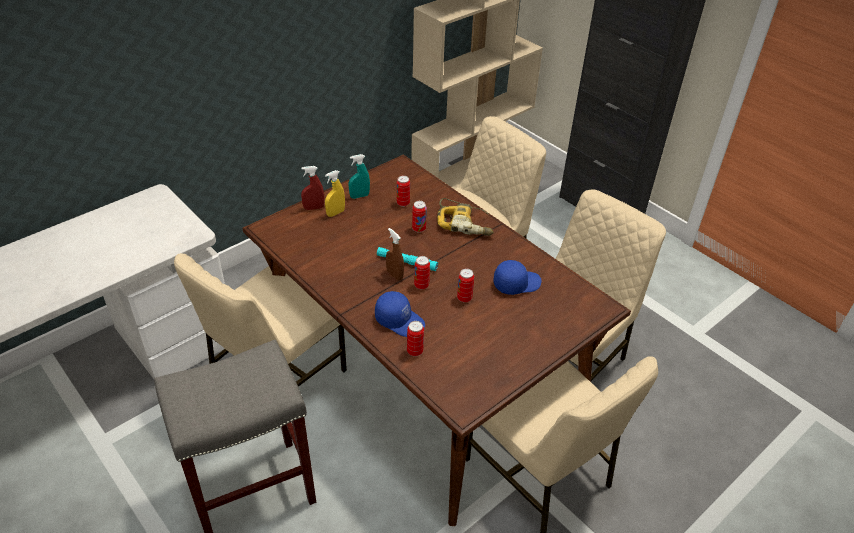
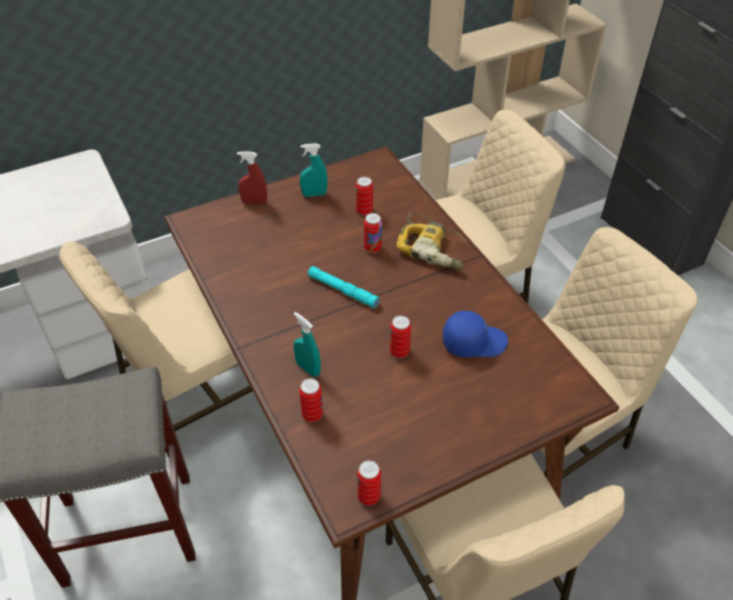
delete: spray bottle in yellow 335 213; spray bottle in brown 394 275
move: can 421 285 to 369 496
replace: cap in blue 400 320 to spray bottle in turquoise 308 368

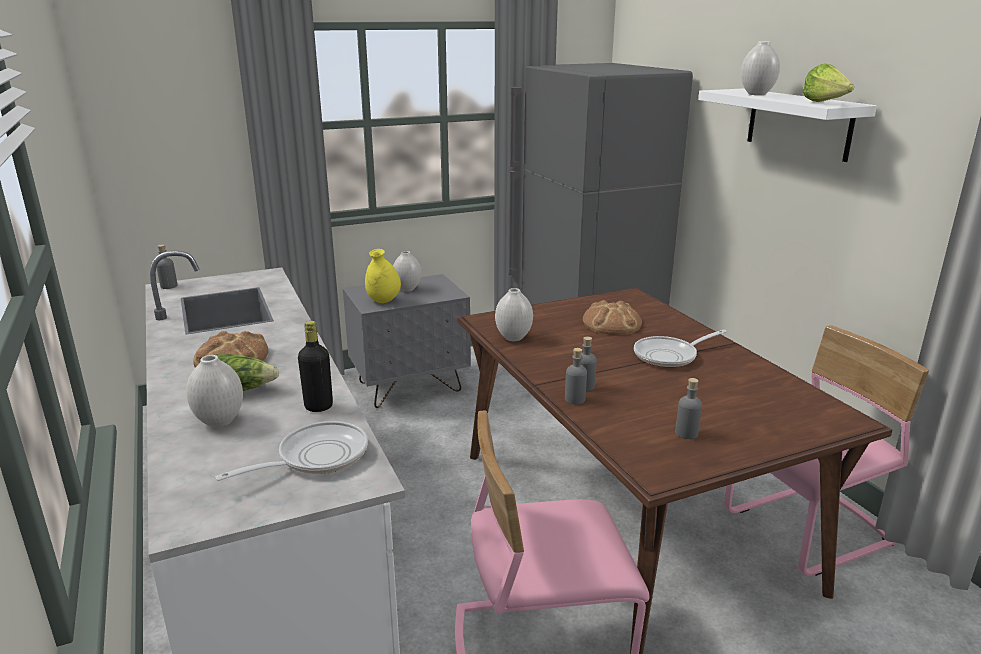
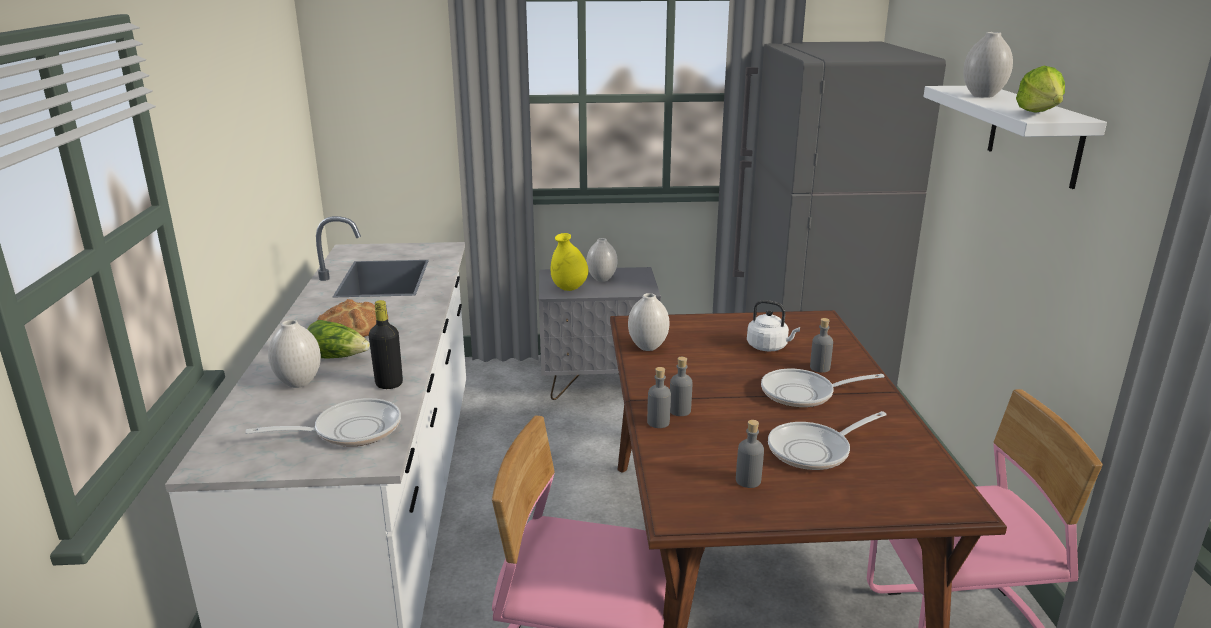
insert: frying pan 814 450
move: bottle in grey 169 286 to 819 368
replace: bread 612 323 to kettle in white 769 347

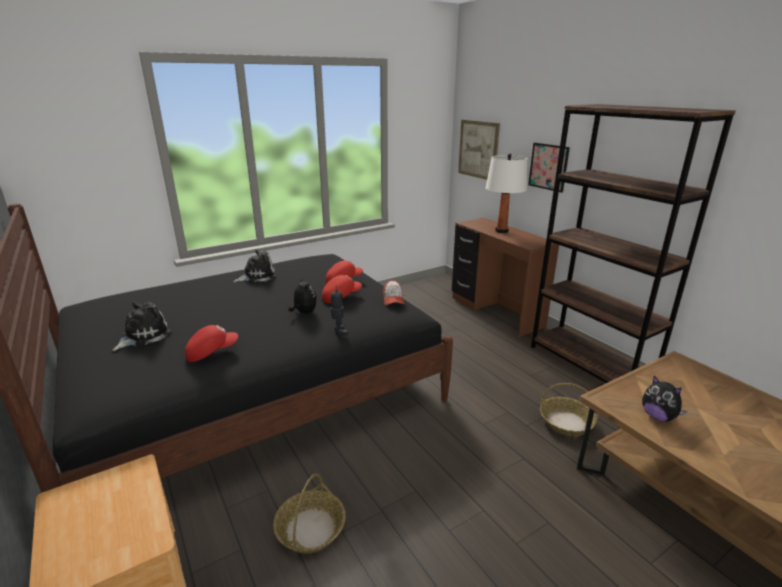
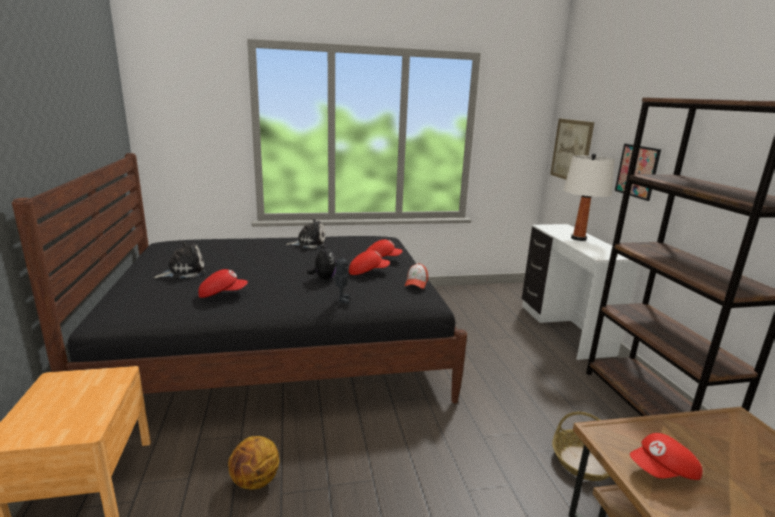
replace: basket 310 529 to basketball 255 481; plush toy 658 416 to cap in red 663 472
recolor: desk in brown 495 312 to desk in white 563 329

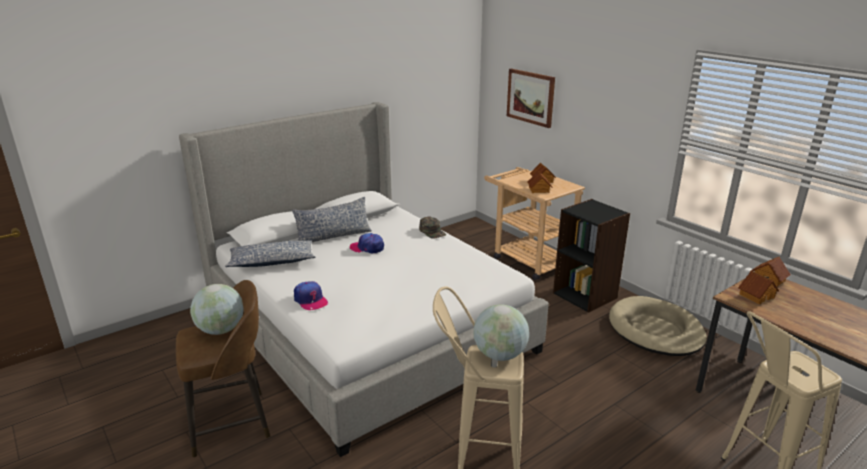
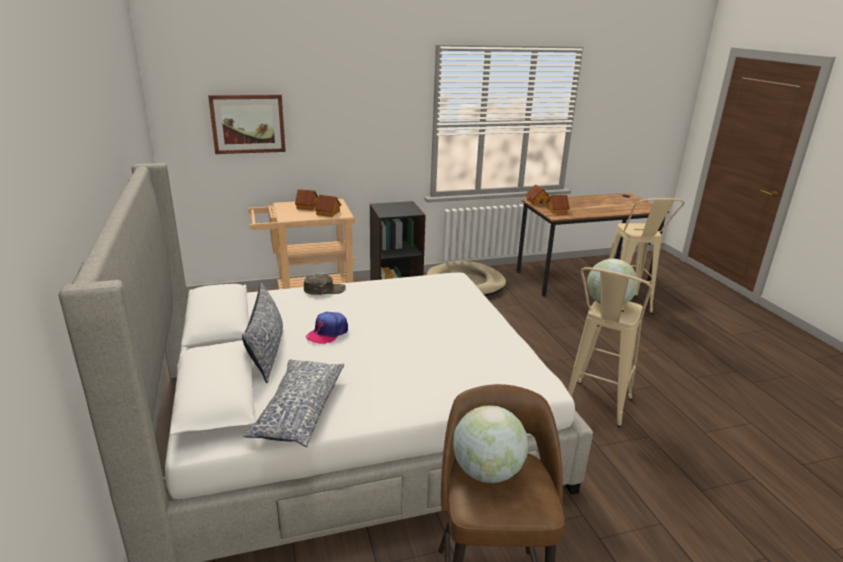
delete: cap 310 300

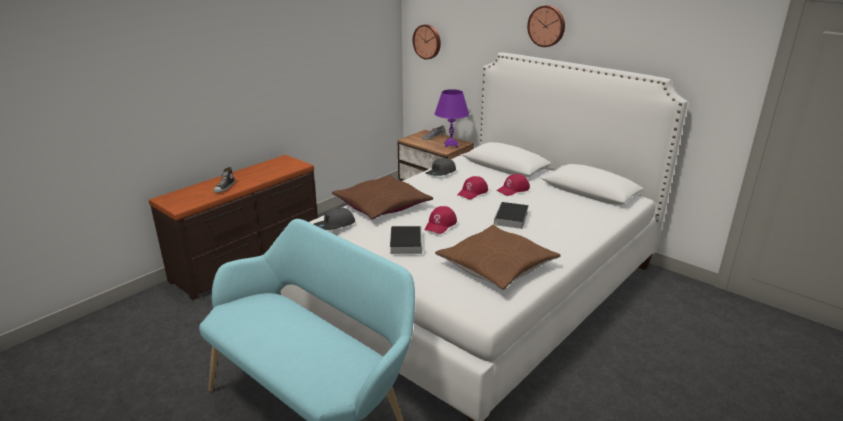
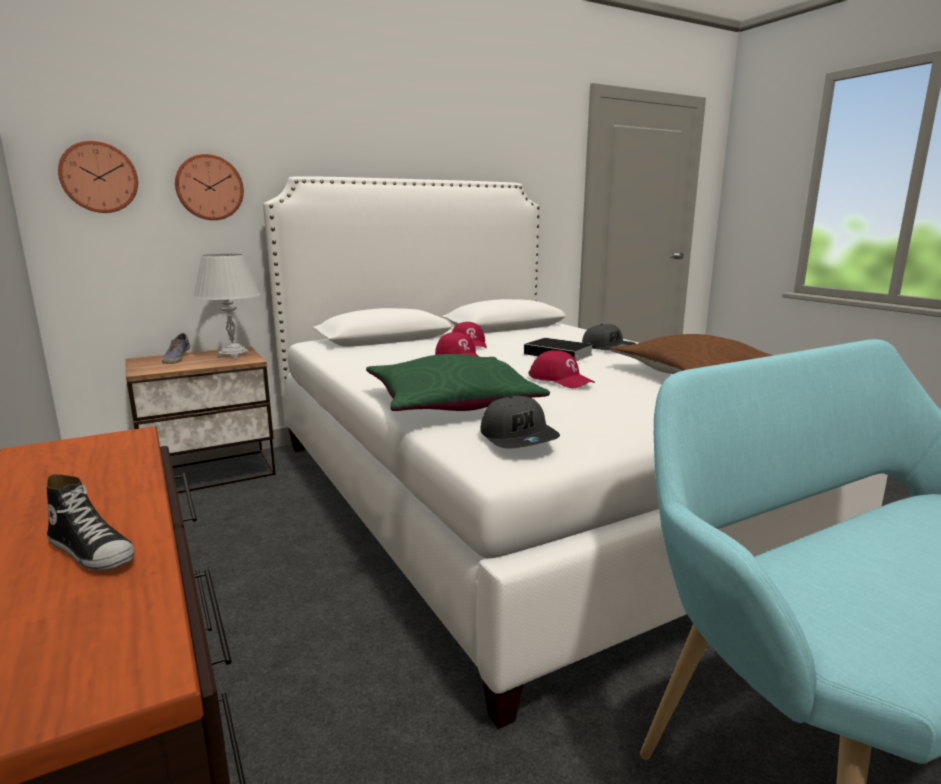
delete: book 405 242
move: cap in grey 441 173 to 608 347; wall clock 547 26 to 209 187
recolor: pillow in brown 382 205 to pillow in green 451 402; table lamp in purple 451 145 to table lamp in white 233 355

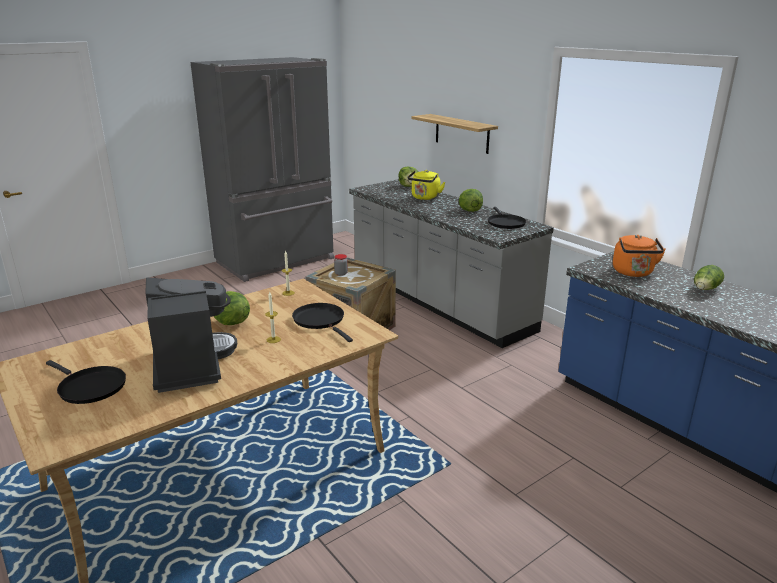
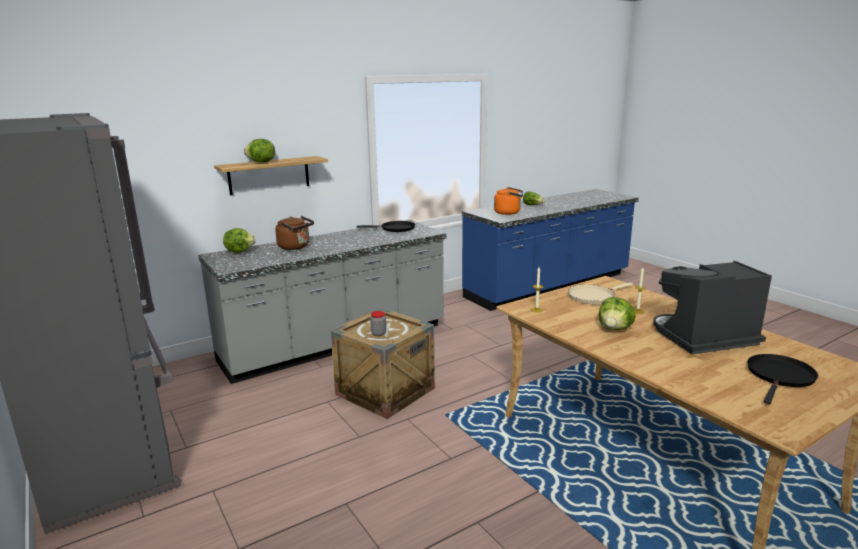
move: lettuce 469 210 to 261 162
recolor: frying pan in black 320 321 to frying pan in beige 593 297; kettle in yellow 425 198 to kettle in brown 295 247

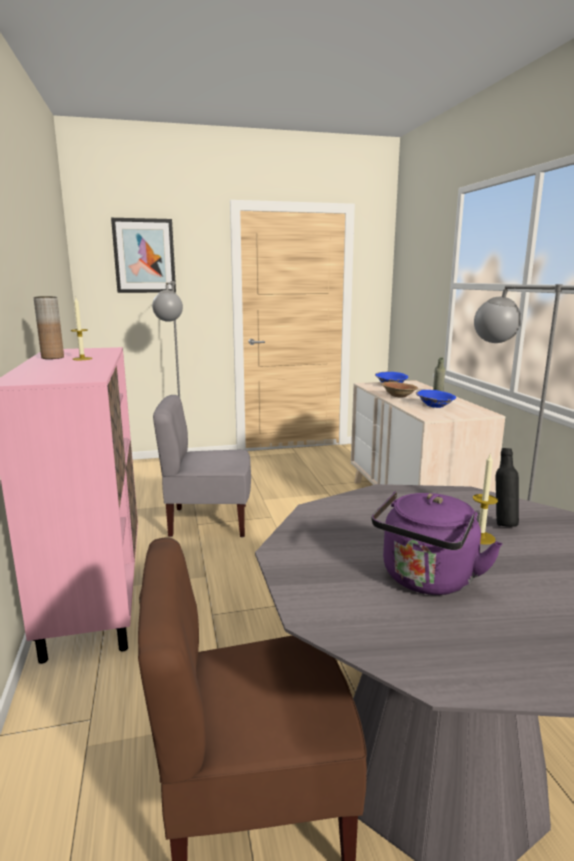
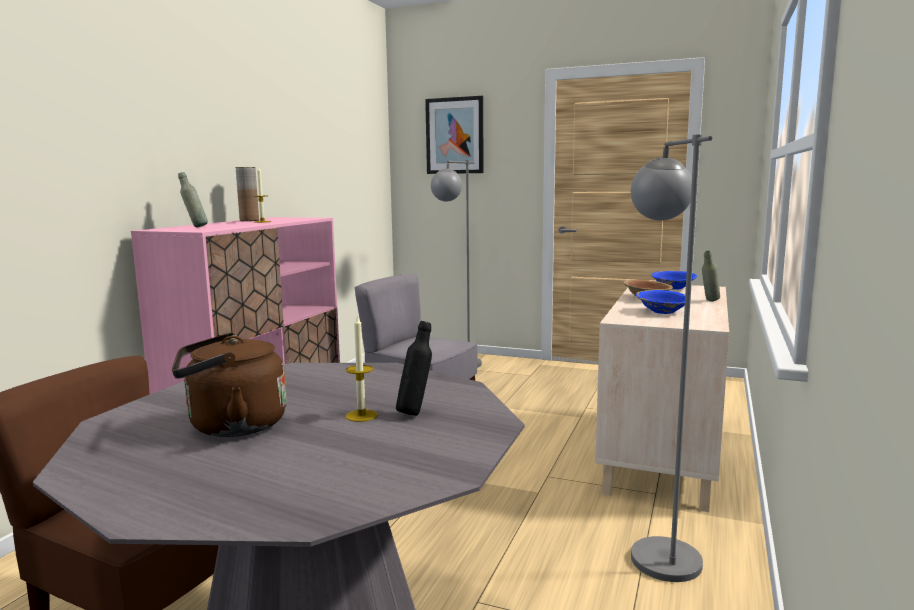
insert: bottle in grey 195 227
recolor: kettle in purple 426 580 to kettle in brown 231 426

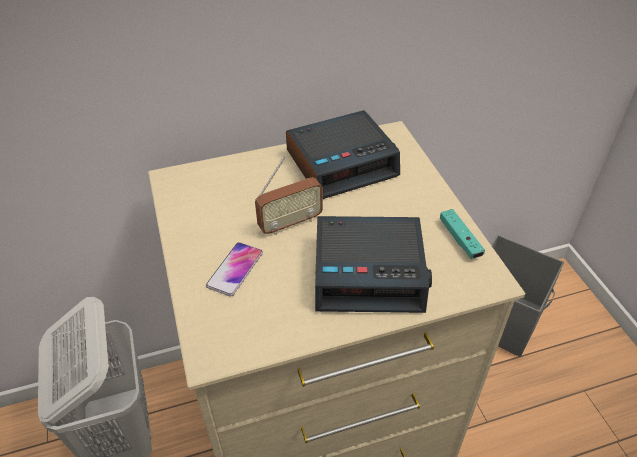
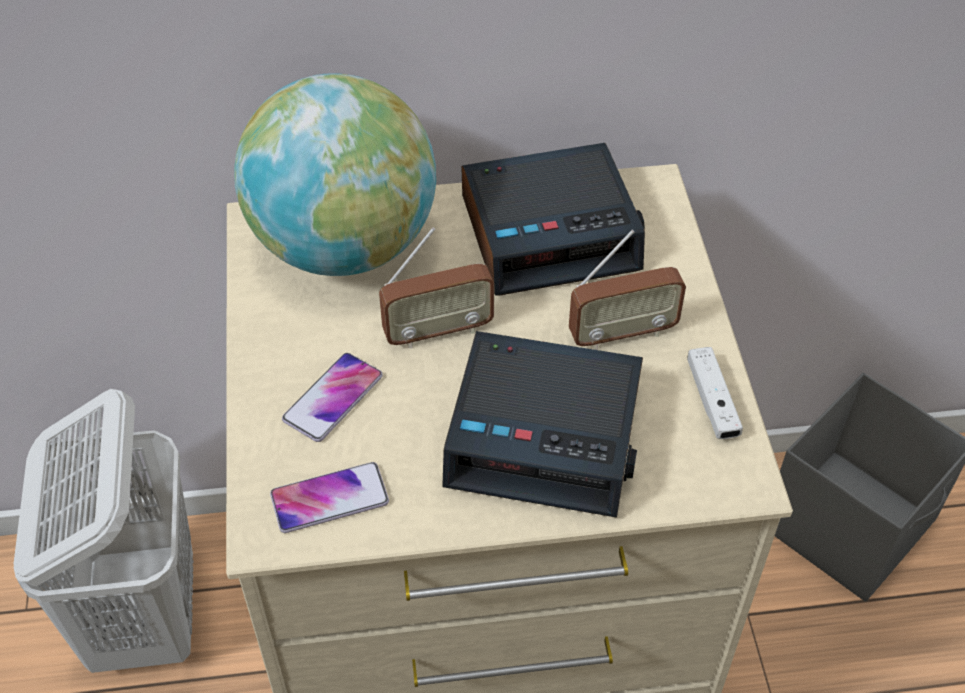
insert: globe 343 245; phone 329 498; radio 622 333
recolor: game controller in turquoise 460 239 to game controller in white 712 401

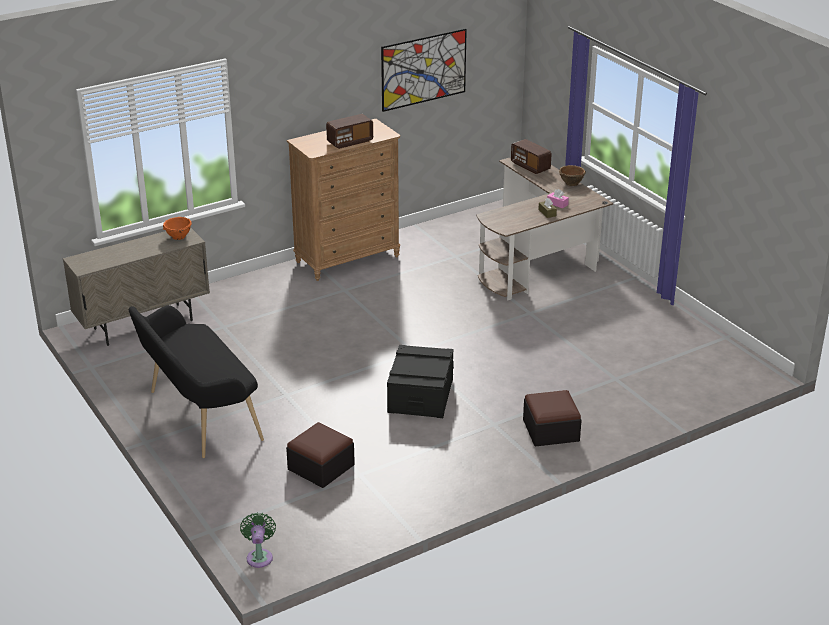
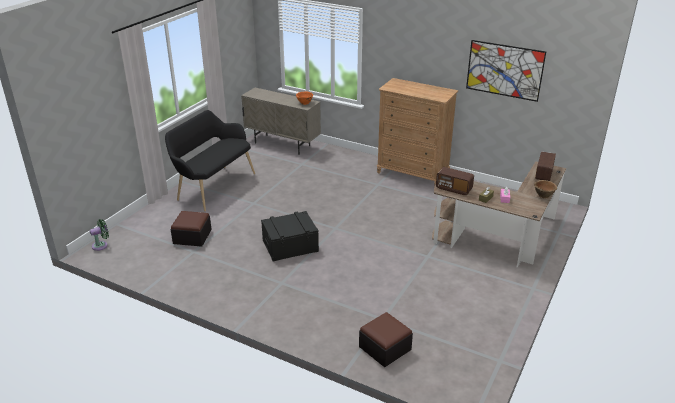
move: radio 350 142 to 453 189; ottoman 551 430 to 385 348

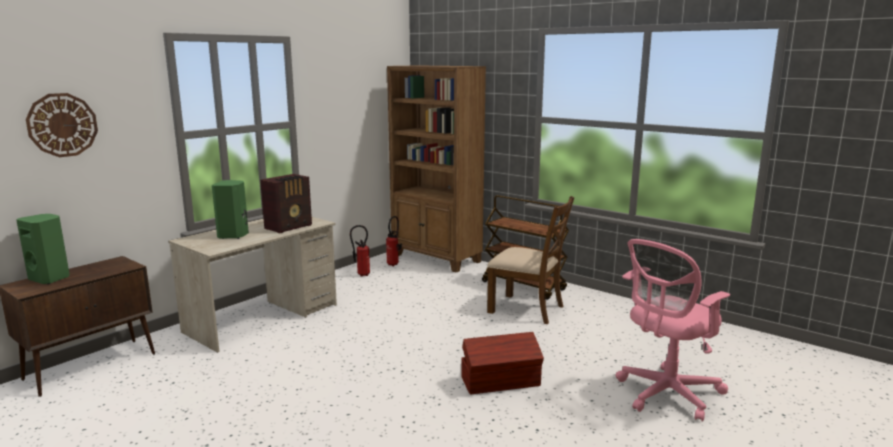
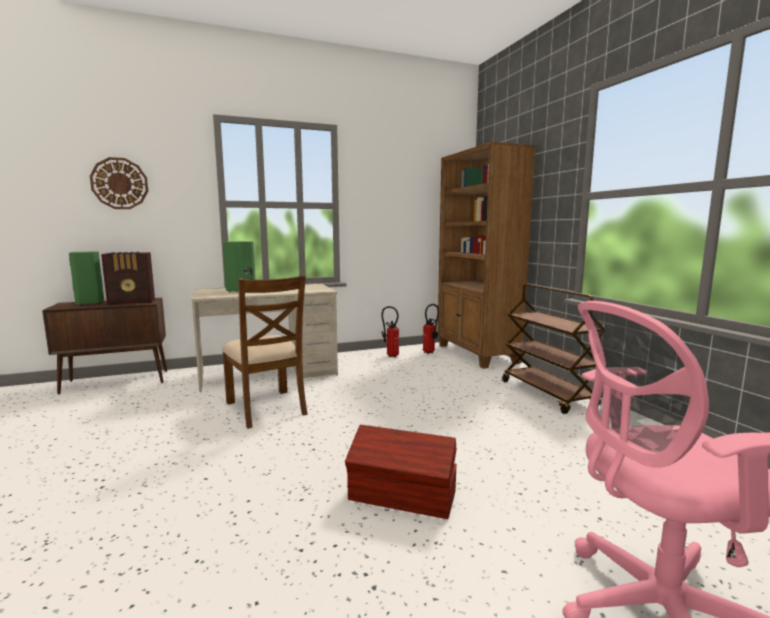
move: radio 289 227 to 132 302; chair in brown 527 309 to 267 408

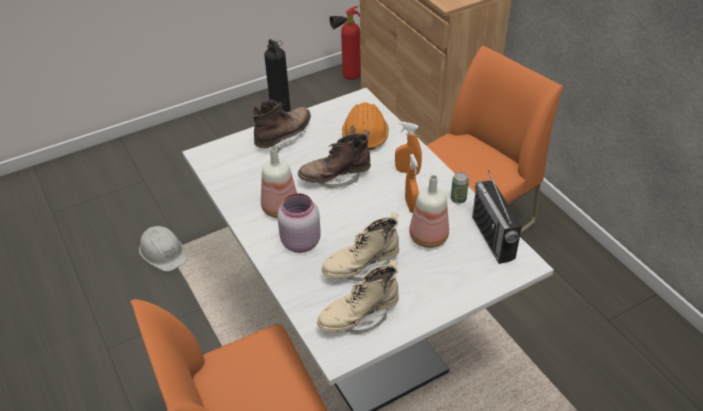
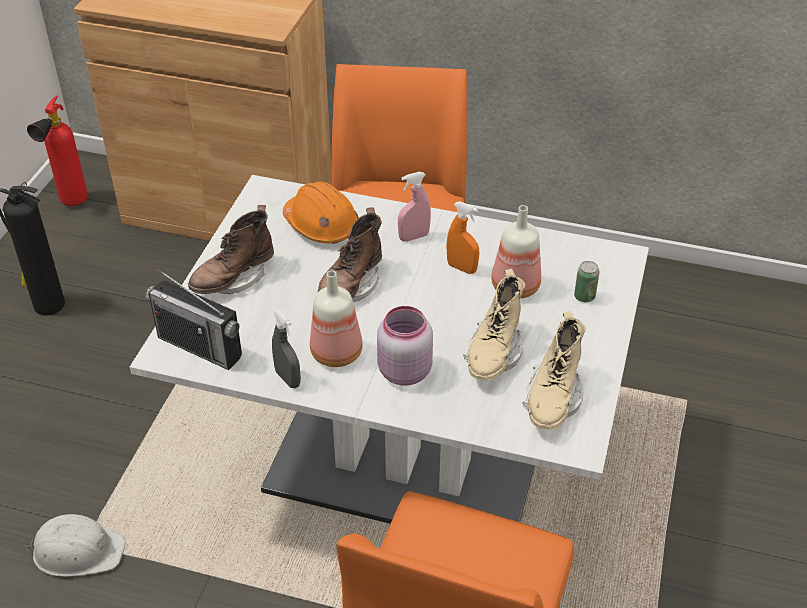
insert: spray bottle in grey 288 379
move: can 458 199 to 584 296; radio 493 238 to 200 347
recolor: spray bottle in orange 407 171 to spray bottle in pink 414 237
rotate: boot in brown 283 137 = 233 279 135 degrees counterclockwise

